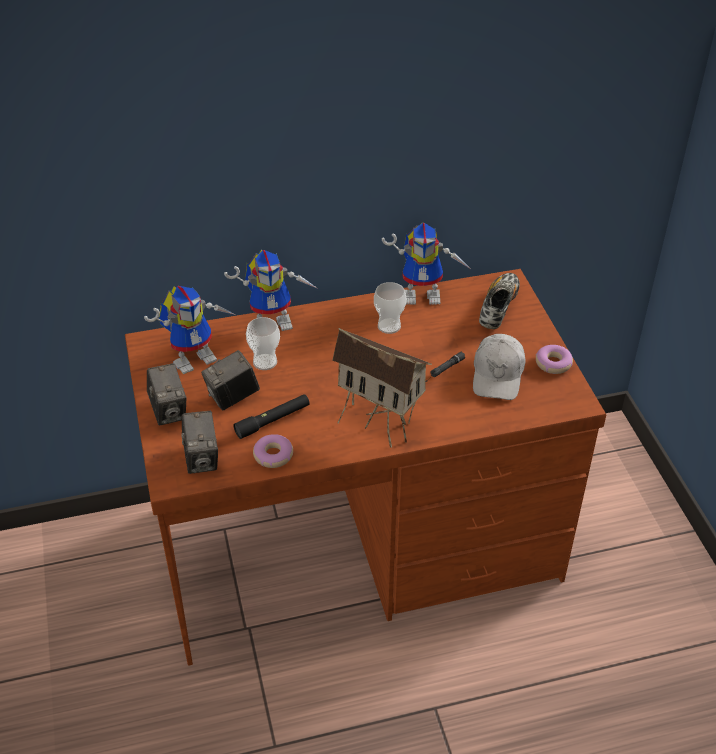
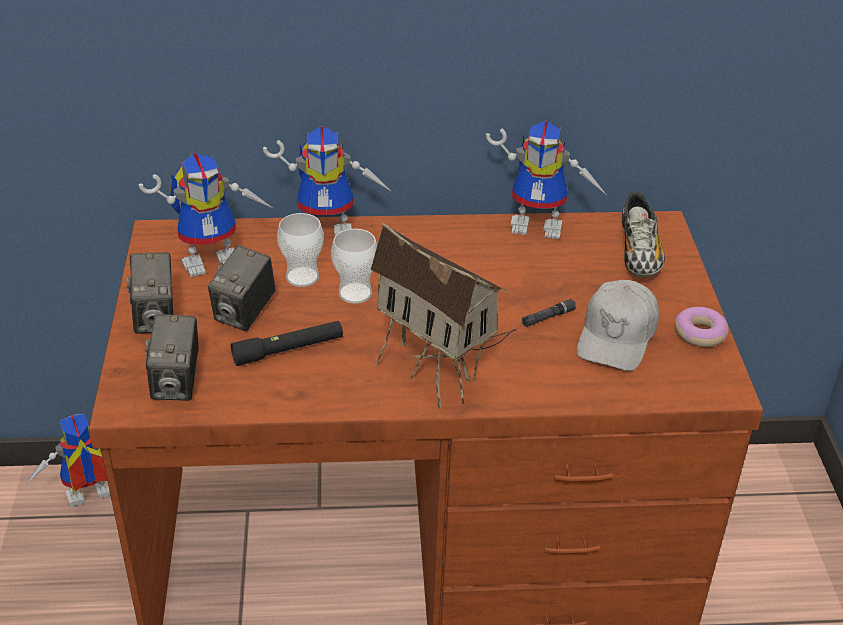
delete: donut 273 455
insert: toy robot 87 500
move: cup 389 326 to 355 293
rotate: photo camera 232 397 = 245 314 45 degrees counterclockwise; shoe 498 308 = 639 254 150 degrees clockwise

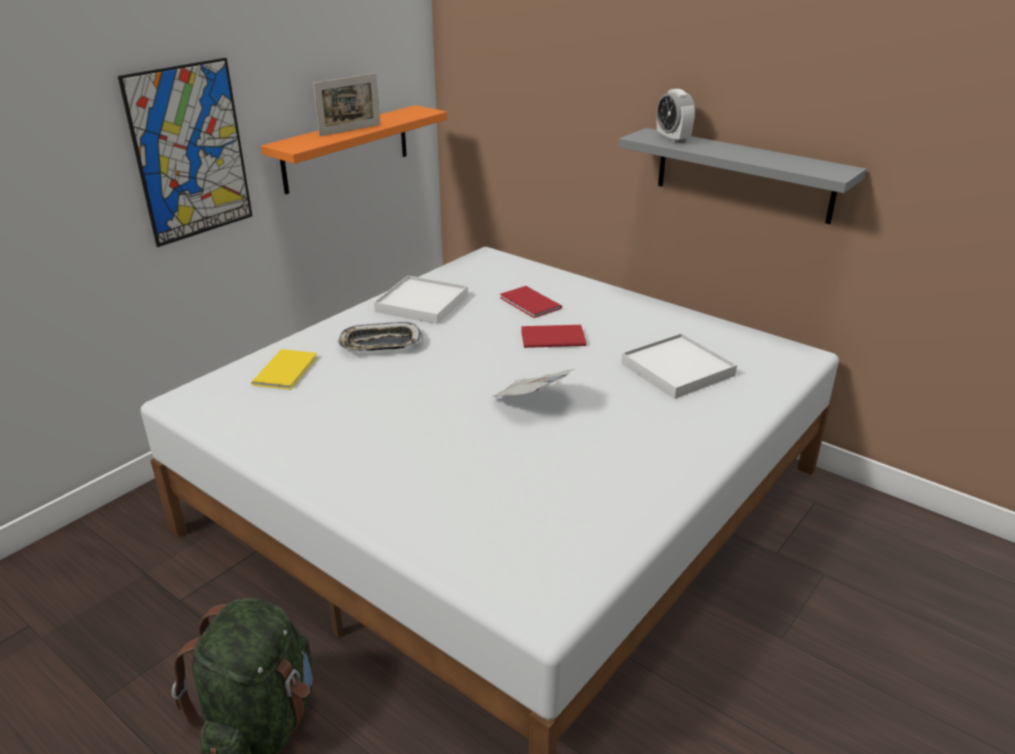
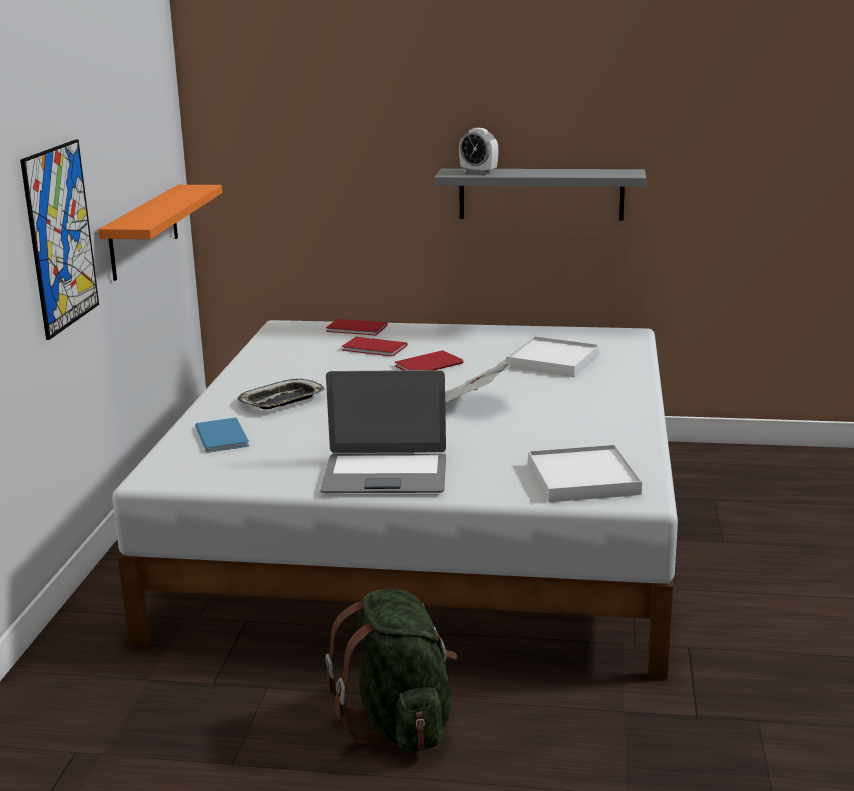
delete: picture frame 350 130
insert: laptop 385 475; book in red 357 329
move: tray in white 422 303 to 583 479
recolor: book in yellow 288 370 to book in blue 223 436

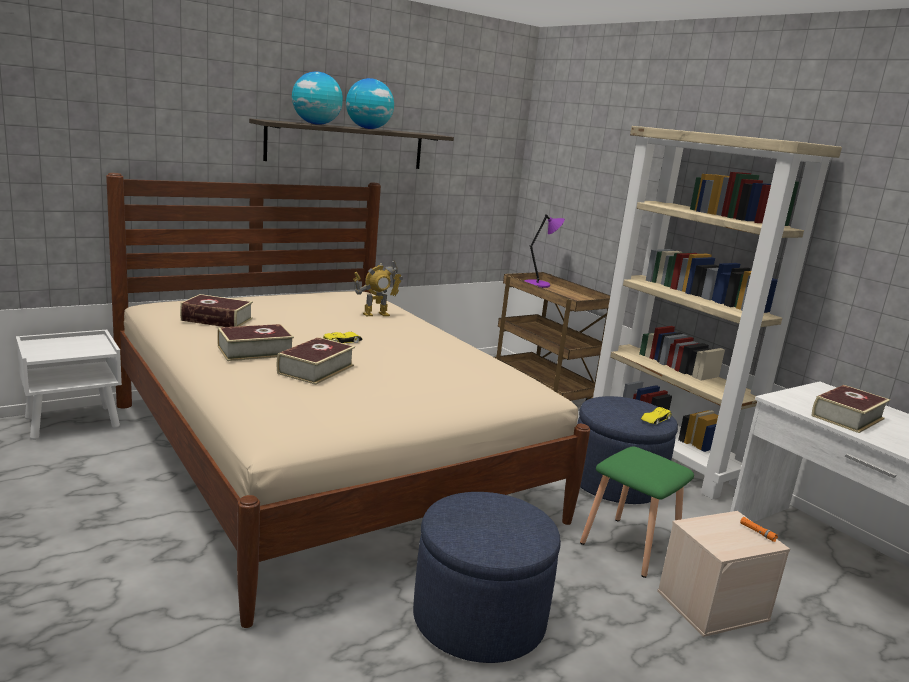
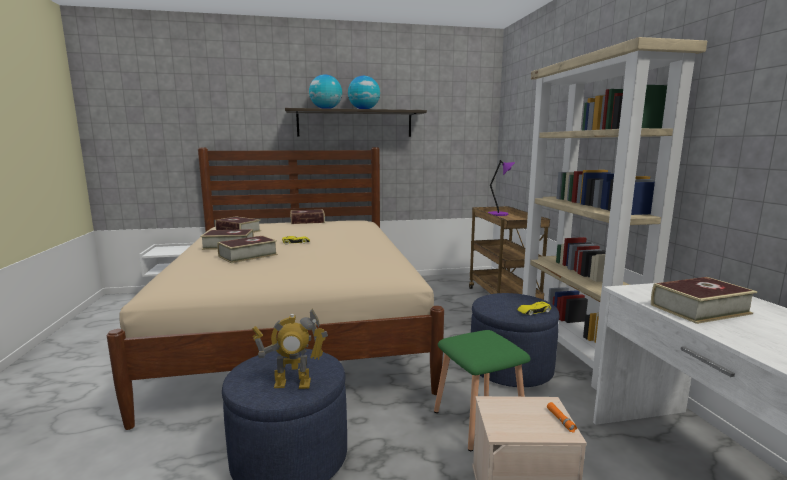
insert: book 307 221
move: toy robot 376 314 to 292 384

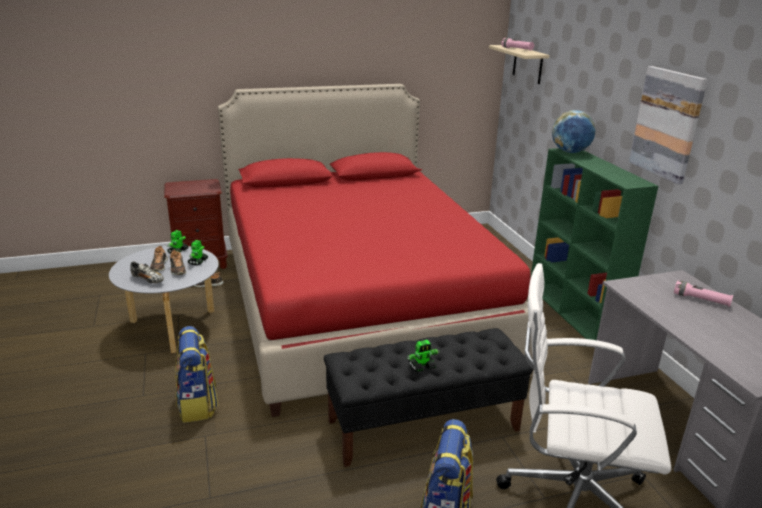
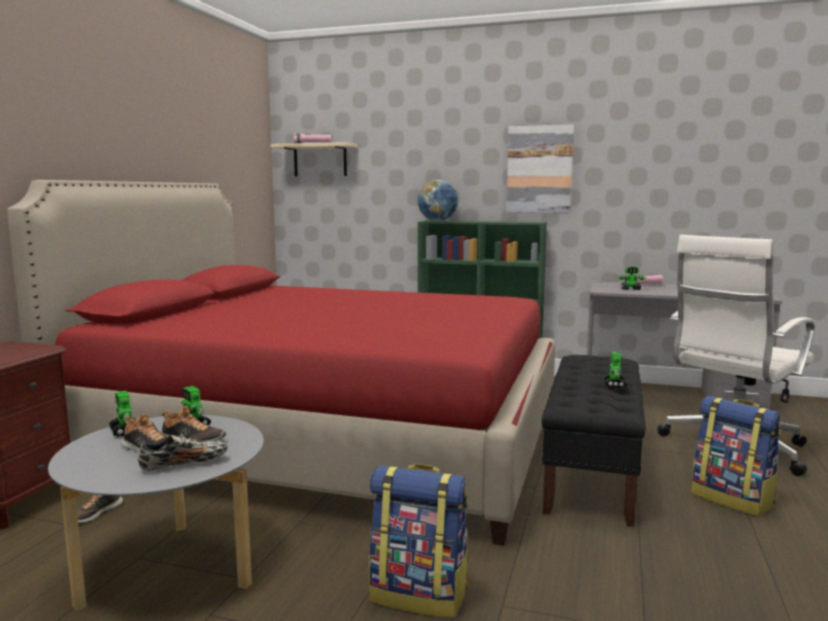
insert: toy robot 631 289

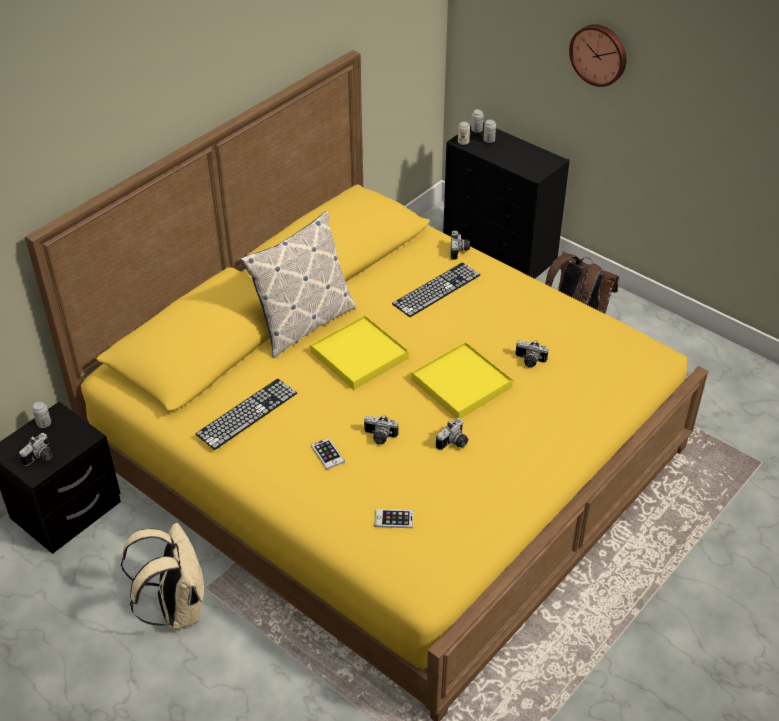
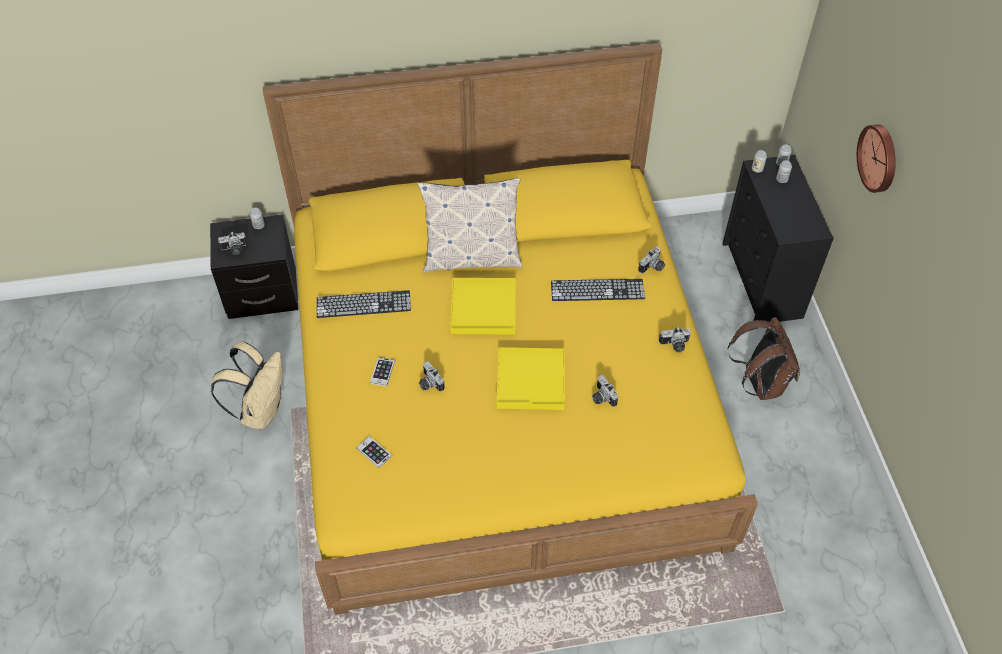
move: photo camera 454 443 to 674 345

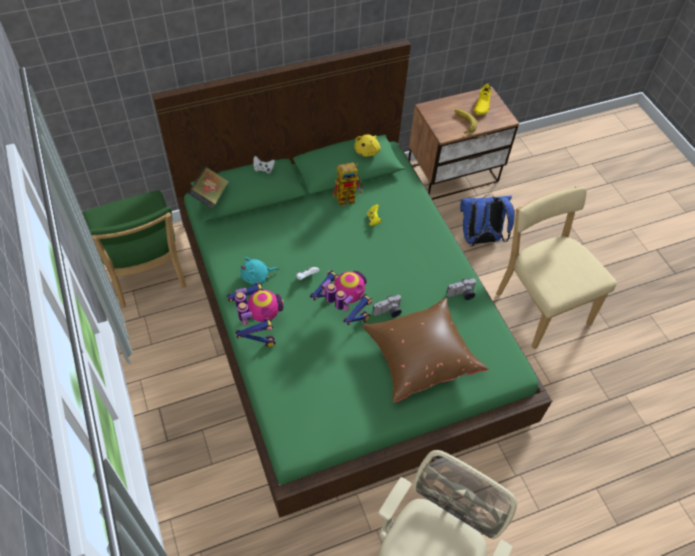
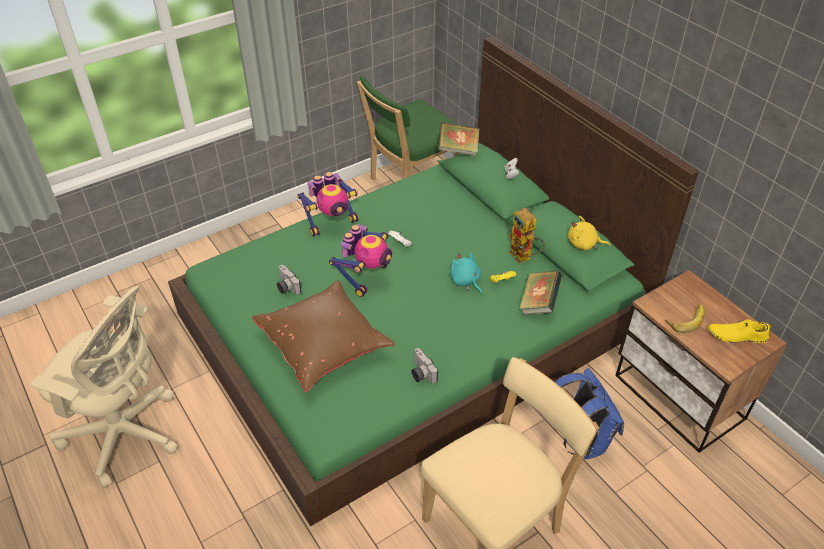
insert: book 538 303
move: plush toy in turquoise 257 277 to 465 281; photo camera 388 312 to 286 287

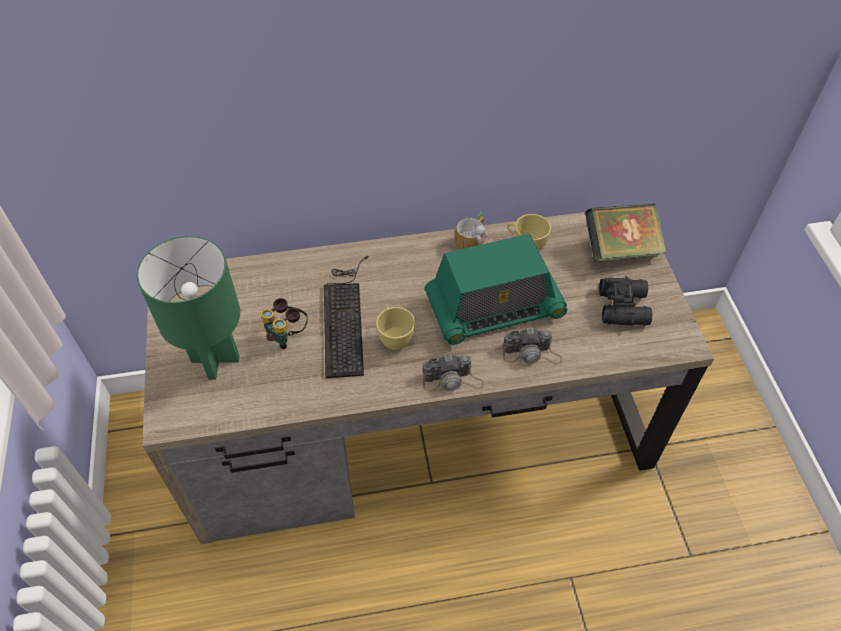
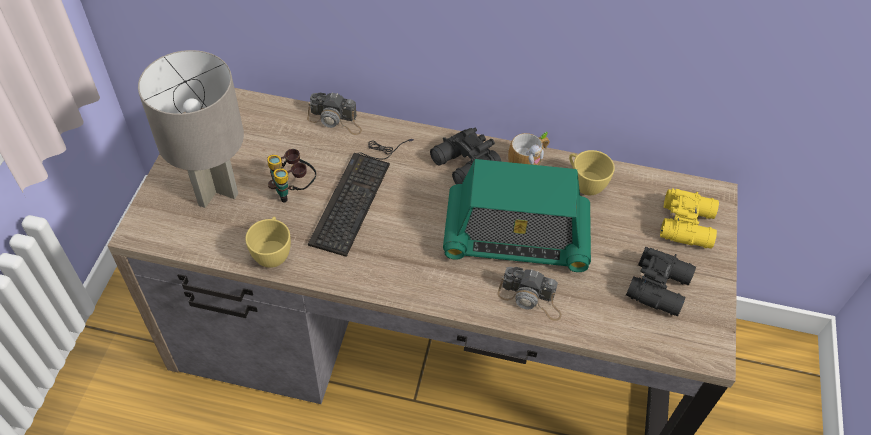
insert: binoculars in black 464 166
move: cup in yellow 394 337 to 273 253; photo camera 452 380 to 335 120
replace: book 620 249 to binoculars in yellow 688 224
recolor: table lamp in green 214 359 to table lamp in grey 214 188

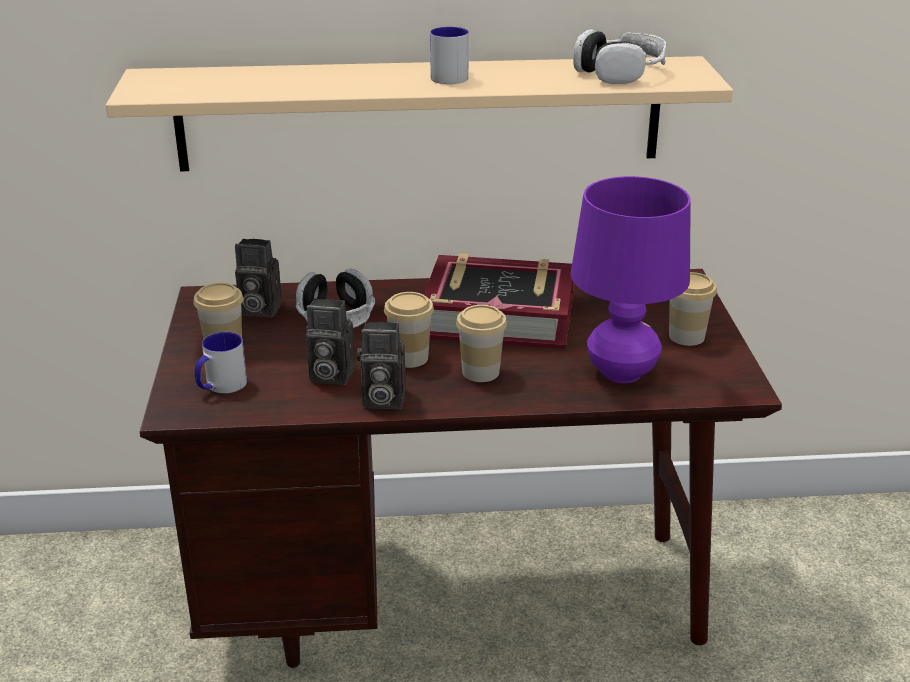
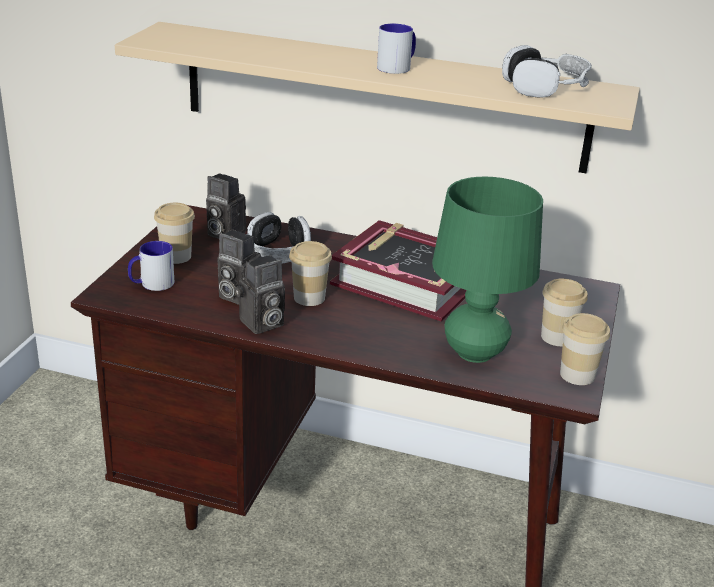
move: cup 480 372 to 577 375
recolor: table lamp in purple 621 372 to table lamp in green 474 352
rotate: photo camera 381 400 = 261 324 60 degrees counterclockwise

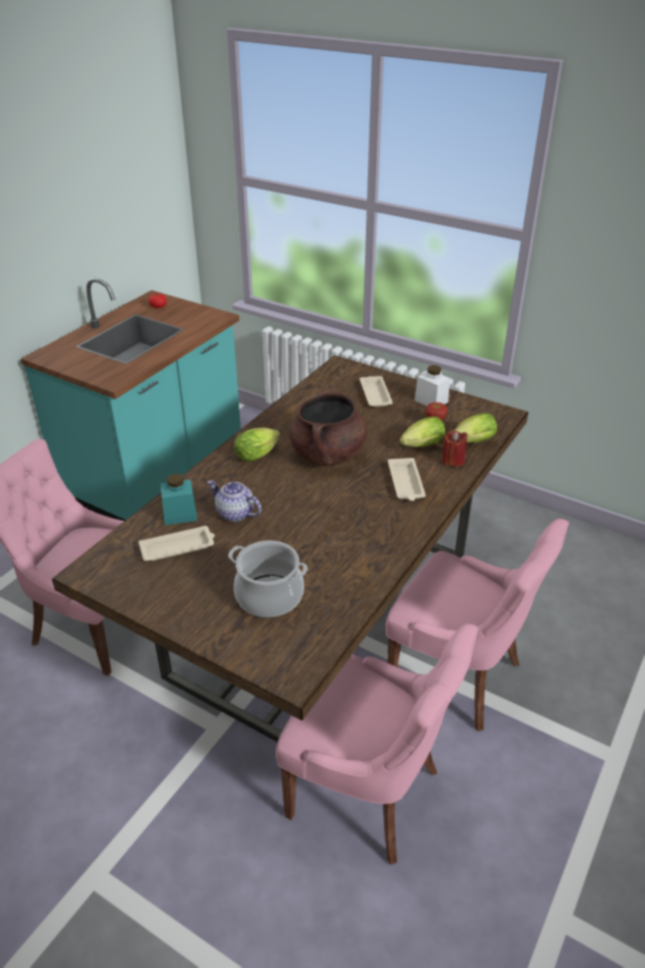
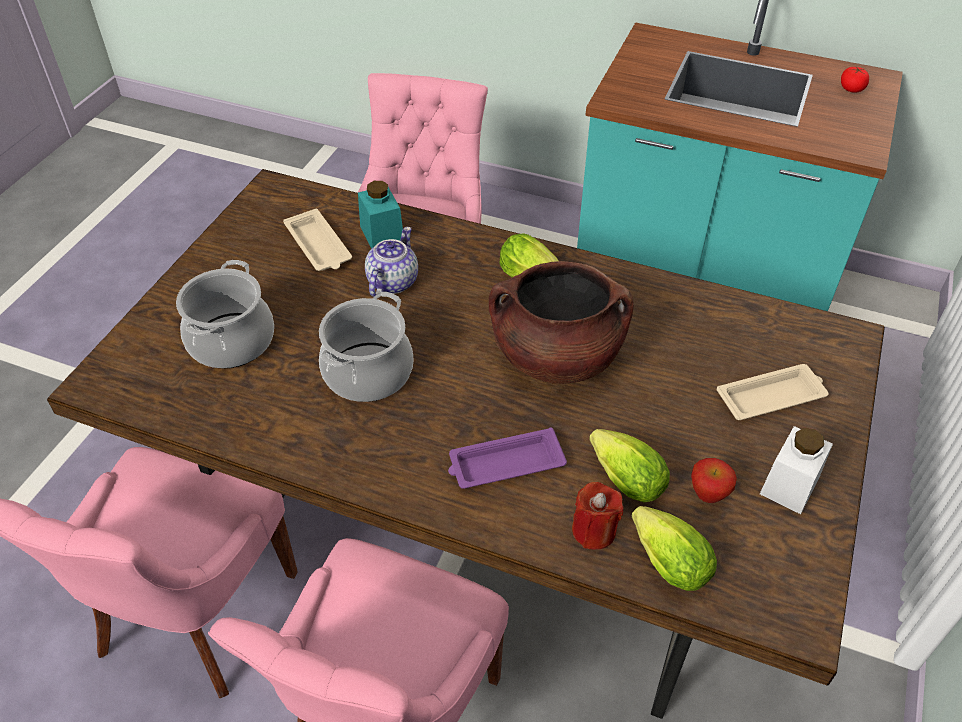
insert: cooking pot 368 373
recolor: tray in beige 406 483 to tray in purple 504 464

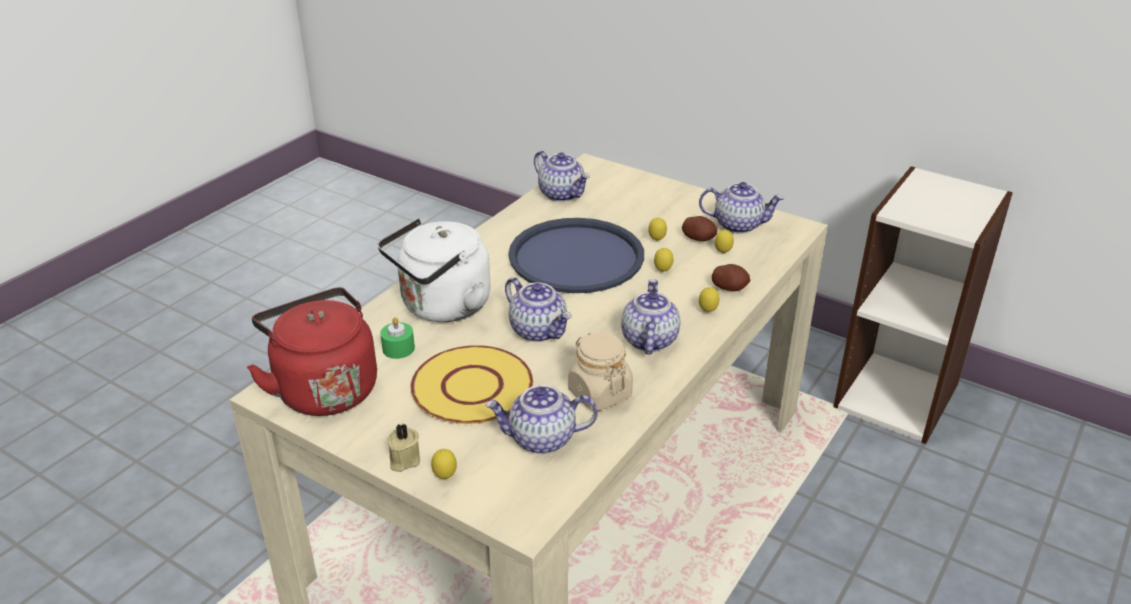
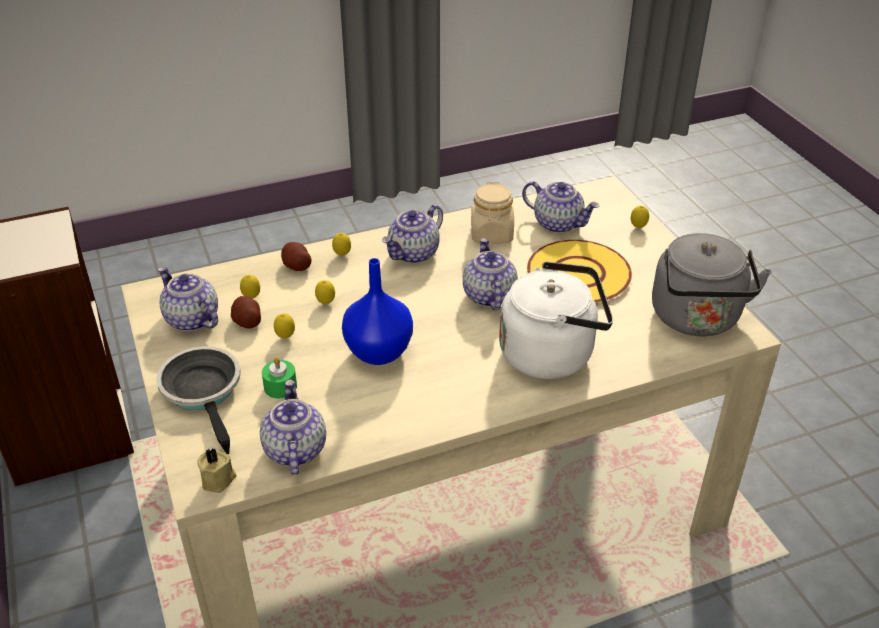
insert: frying pan 204 392
move: candle in green 398 348 to 280 386; candle in beige 403 460 to 219 480
replace: tray in blue 576 257 to vase in blue 380 352
recolor: kettle in red 324 388 to kettle in grey 697 319

